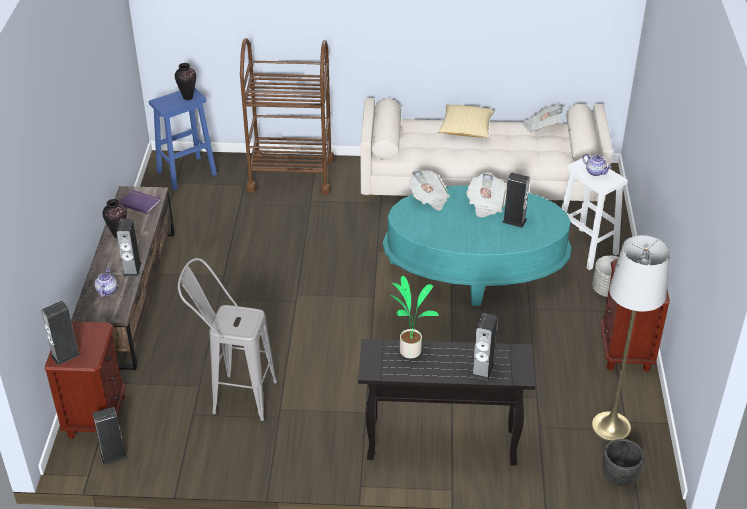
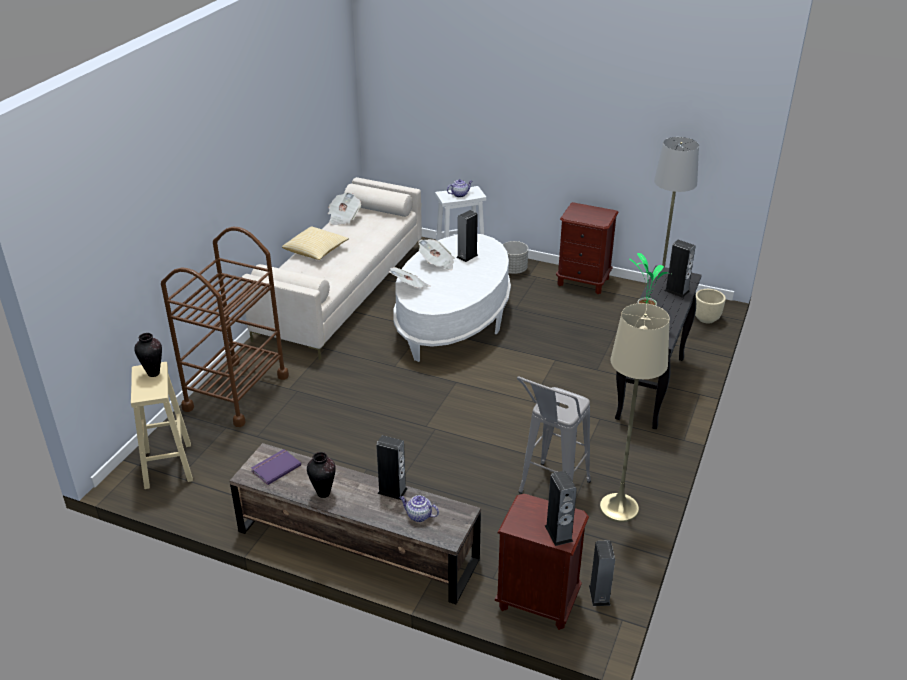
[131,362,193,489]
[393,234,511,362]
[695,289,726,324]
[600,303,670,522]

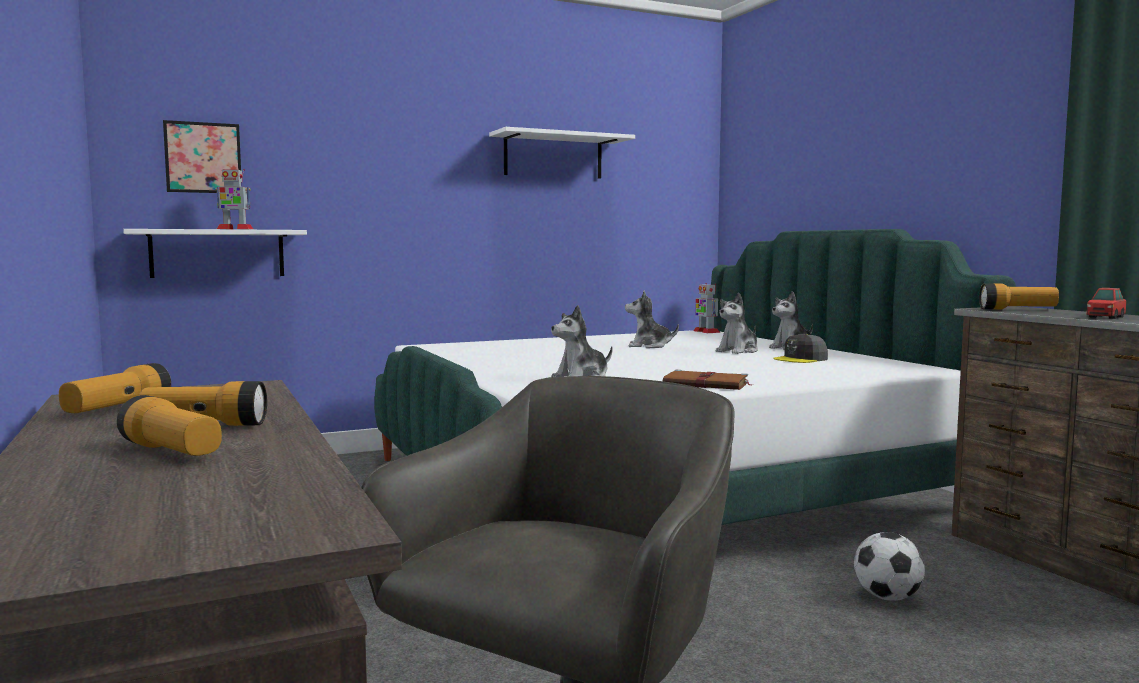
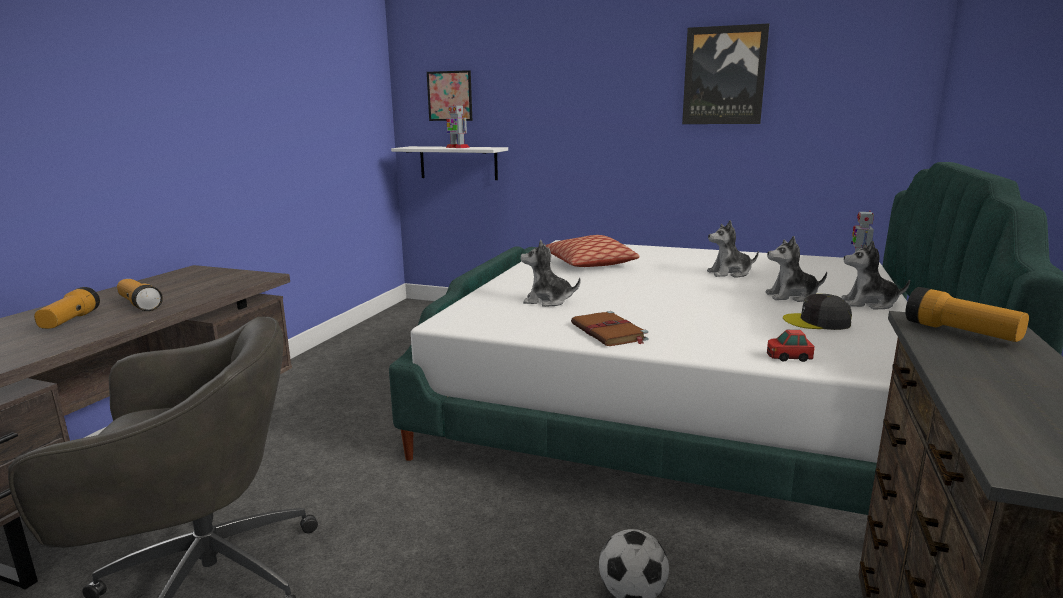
[59,363,171,413] (first image)
[682,23,769,124]
[707,220,759,278]
[767,330,815,362]
[546,235,640,267]

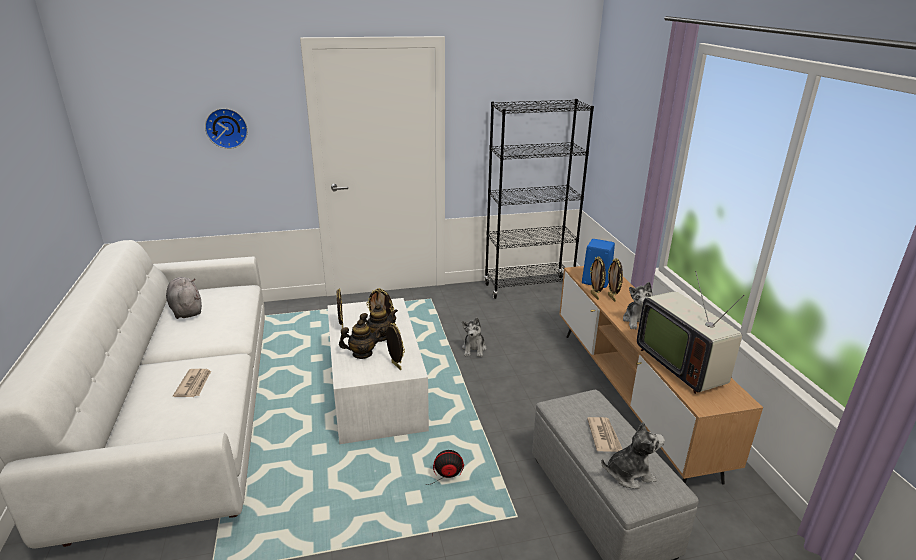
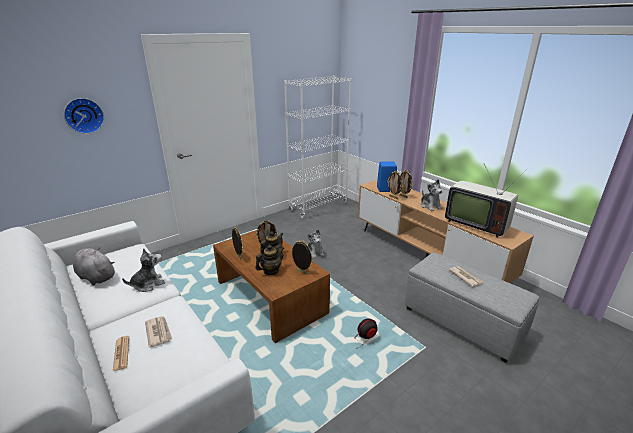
[213,230,330,343]
[284,76,352,218]
[122,248,165,292]
[113,336,129,371]

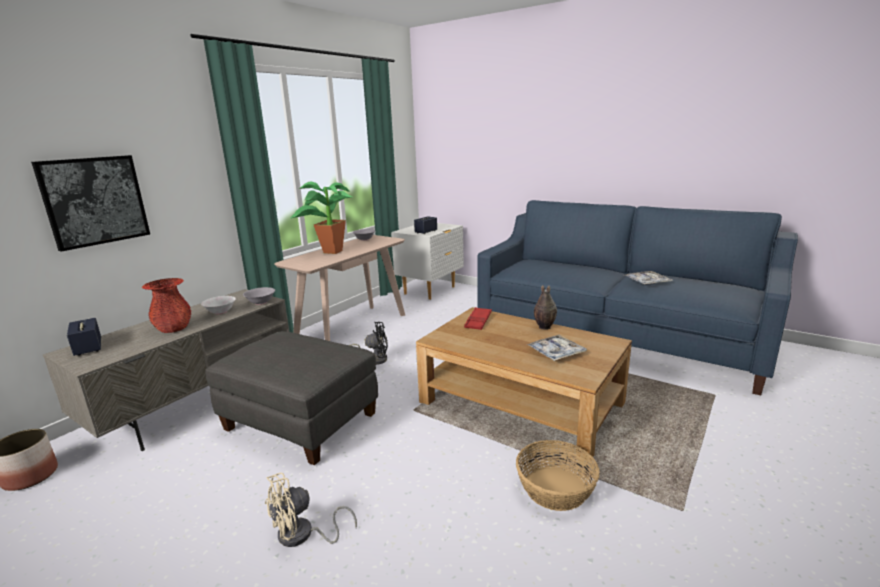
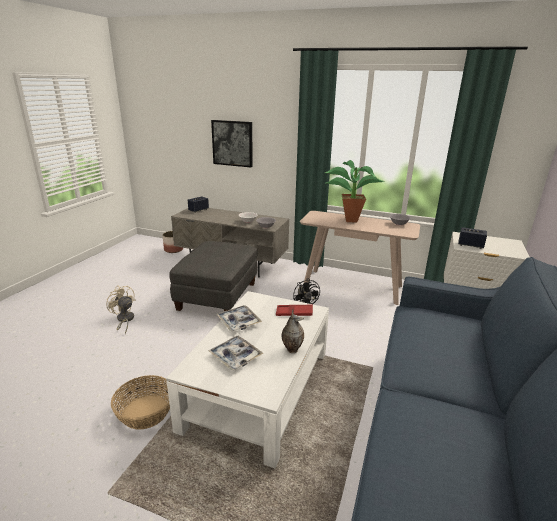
[142,278,191,333] (first image)
[166,291,329,468]
[217,305,262,331]

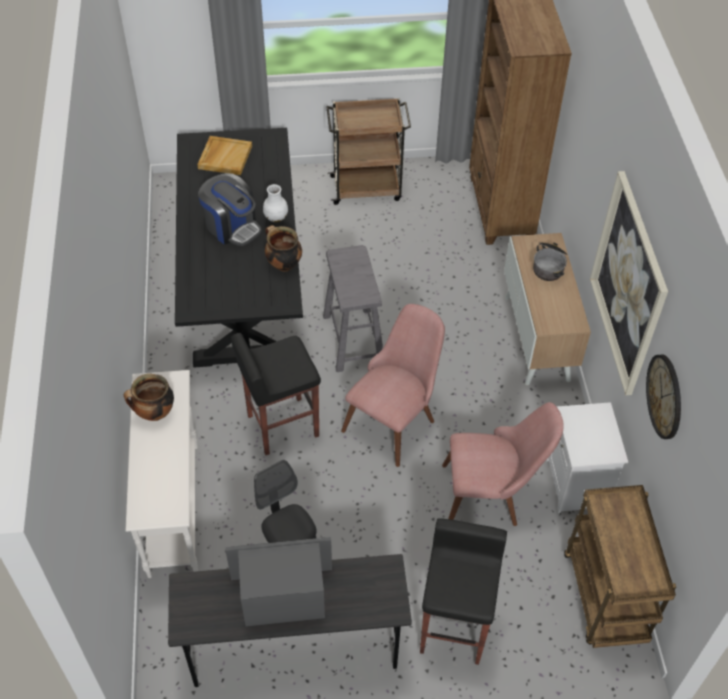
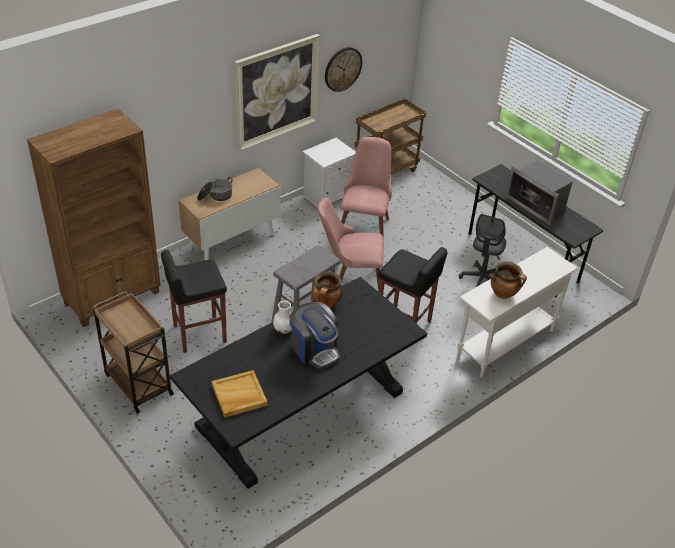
[289,302,340,369]
[161,250,227,353]
[341,137,392,237]

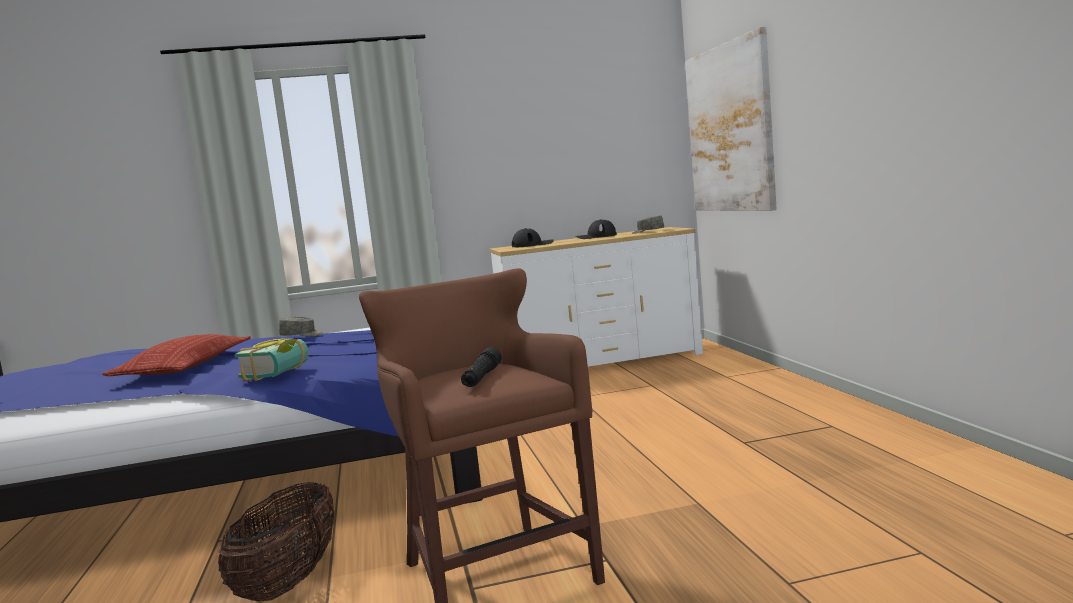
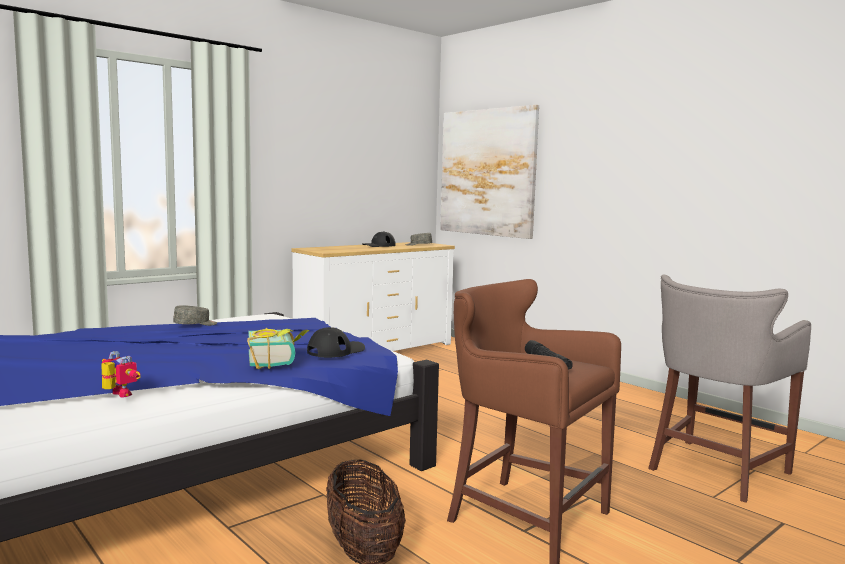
[102,334,251,376] (first image)
[307,327,365,358]
[102,351,141,398]
[648,274,811,503]

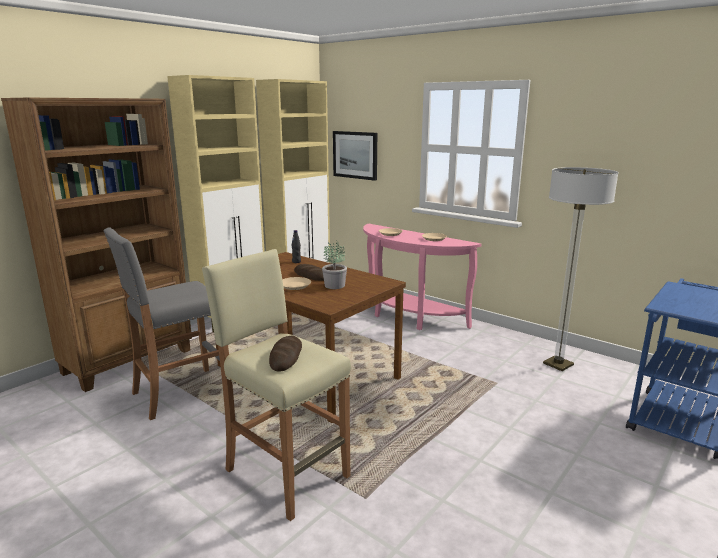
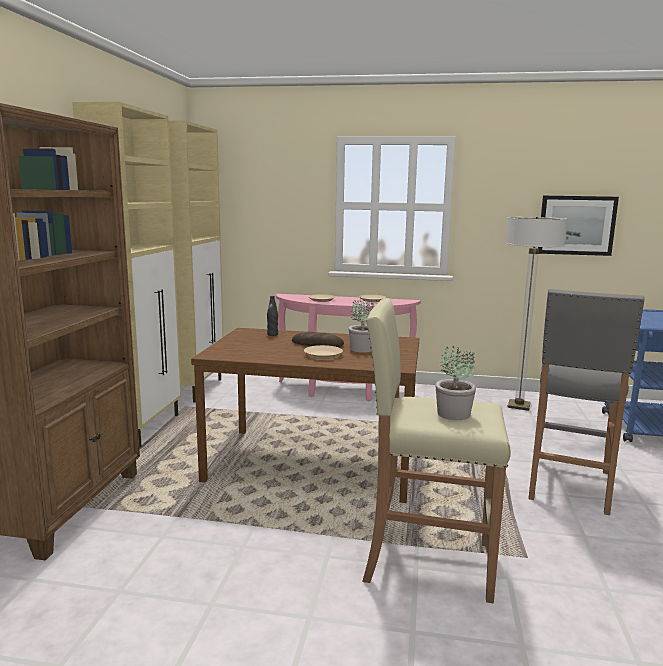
[528,289,645,515]
[435,346,476,420]
[538,196,619,256]

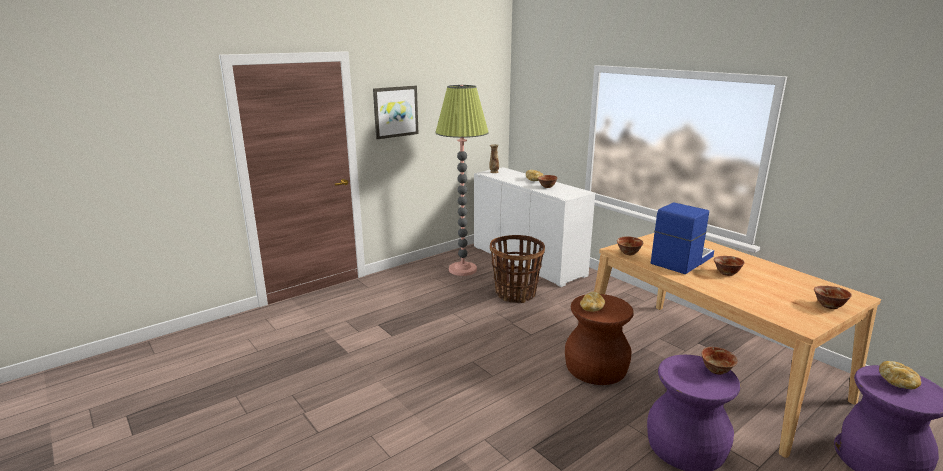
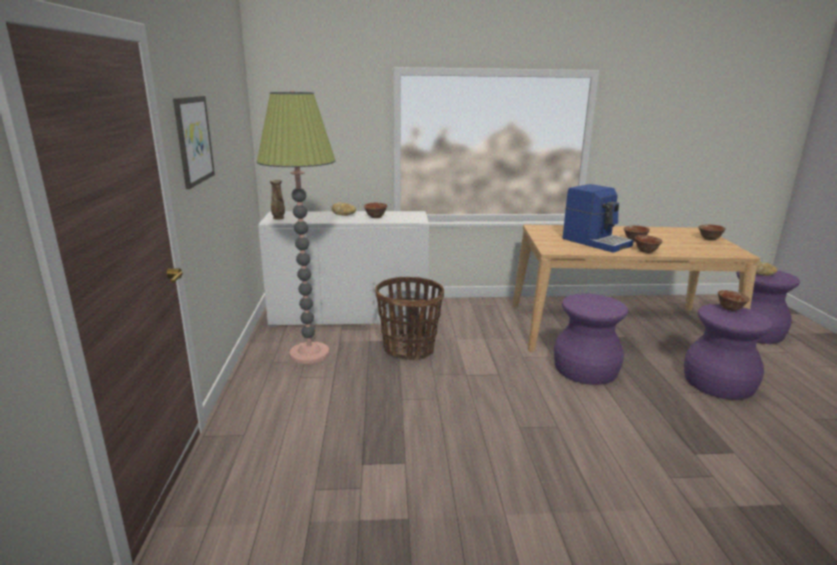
[554,294,628,385]
[580,292,605,312] (first image)
[635,235,663,253]
[563,184,634,253]

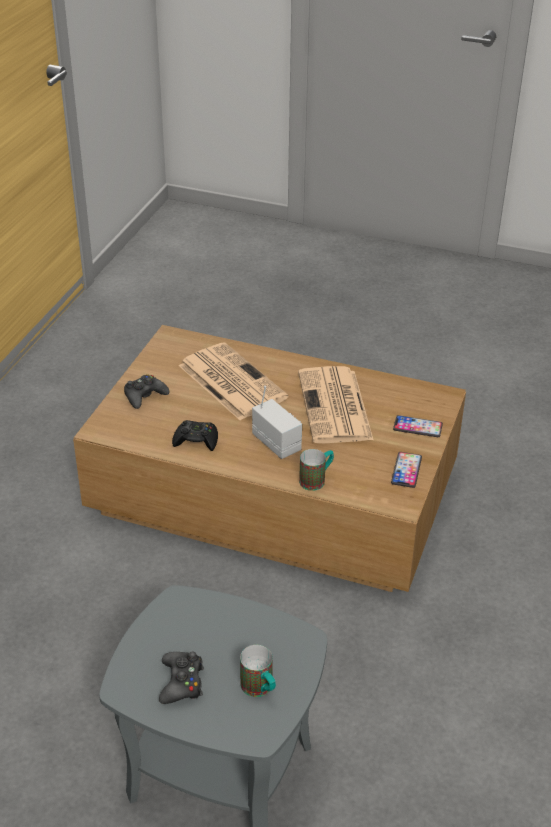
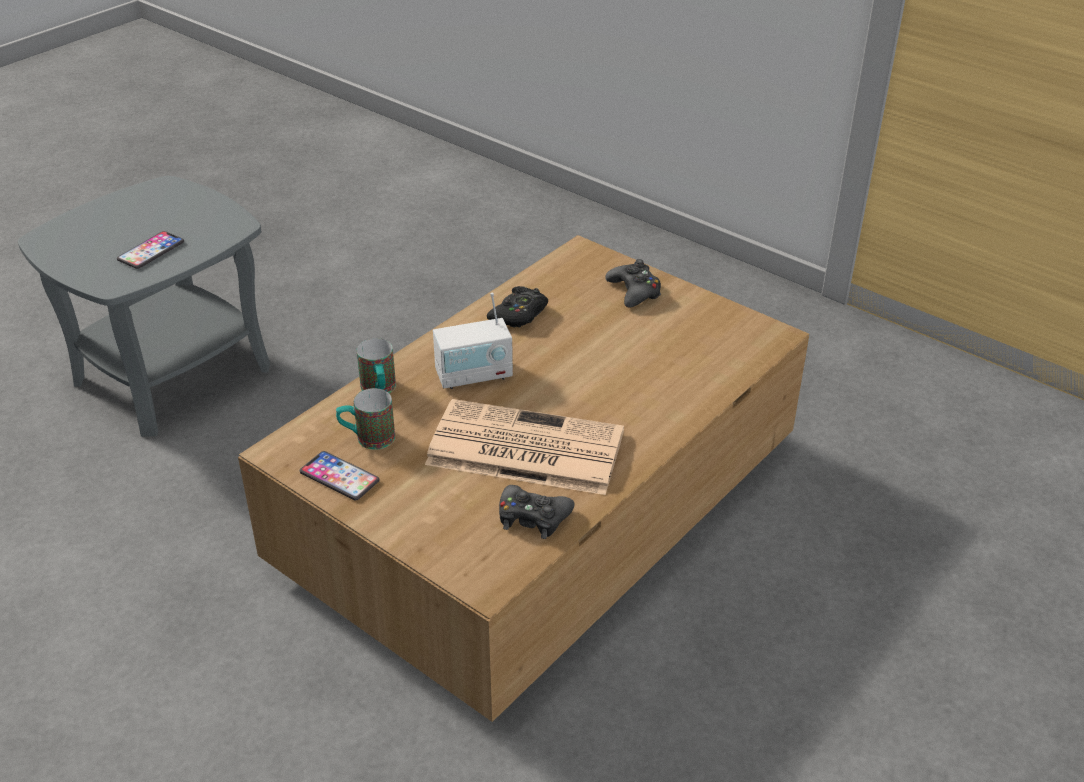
[499,485,575,539]
[179,342,288,420] (first image)
[336,388,395,450]
[117,231,184,269]

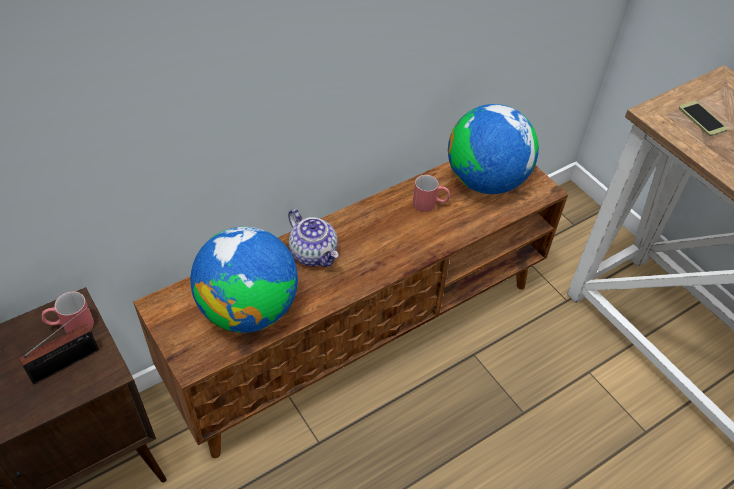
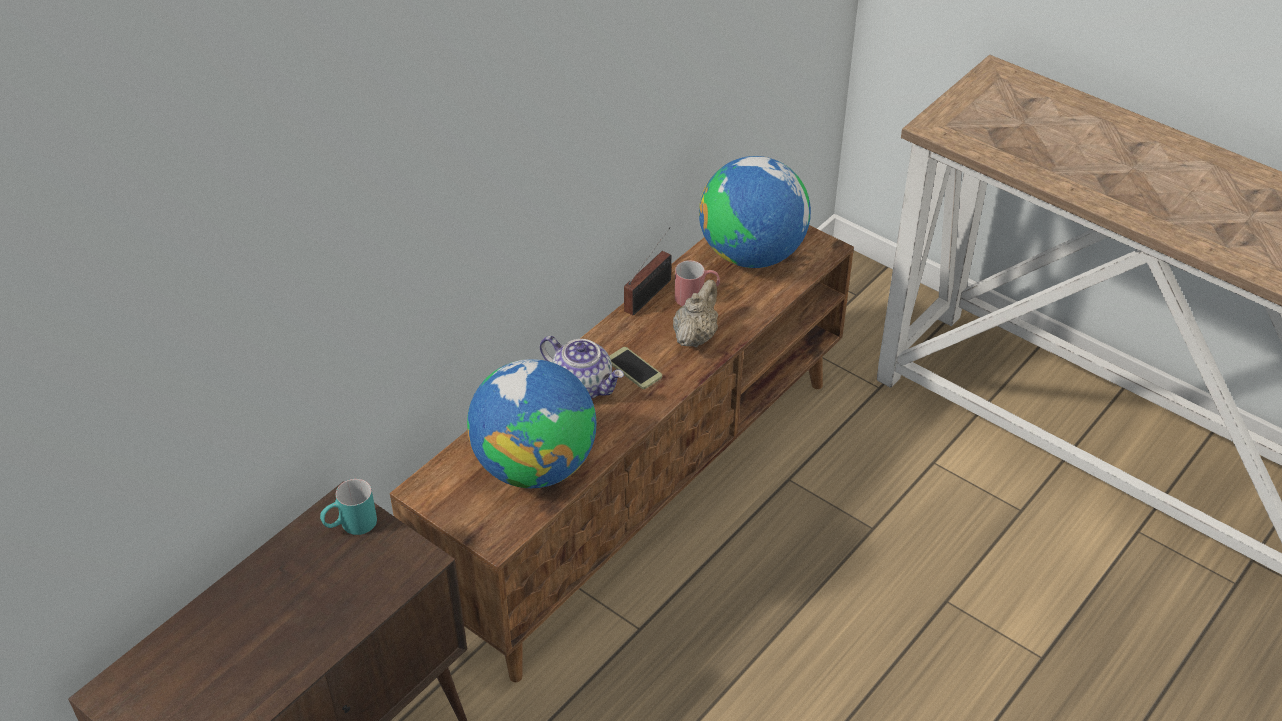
[624,227,672,316]
[320,479,377,535]
[609,347,662,389]
[673,280,718,347]

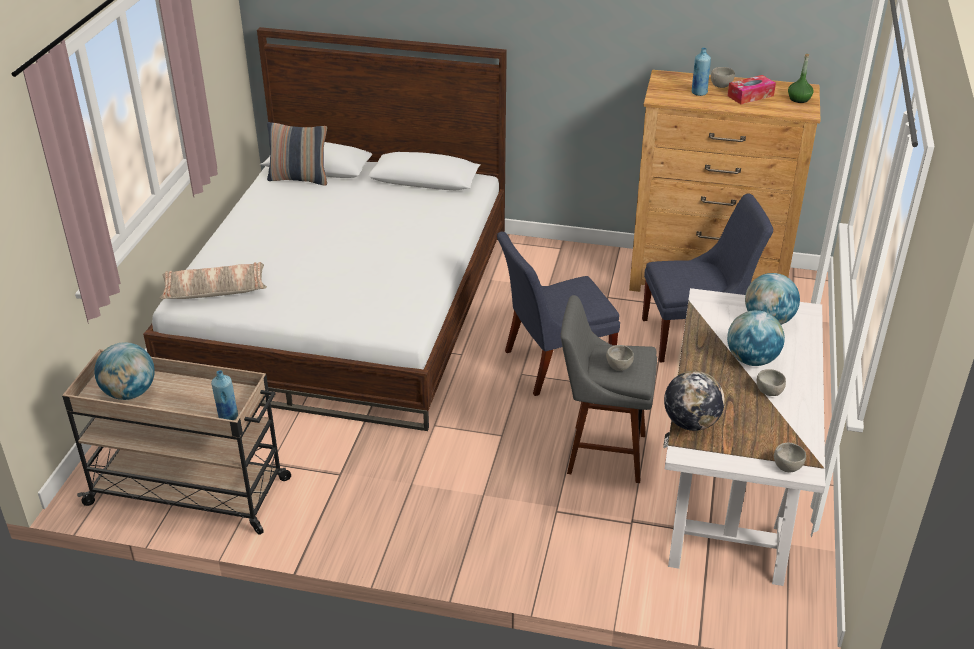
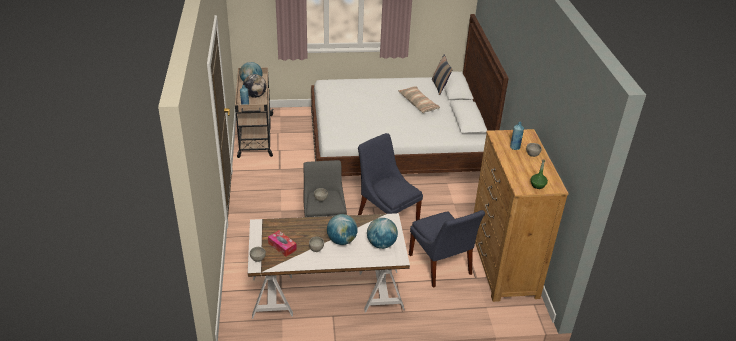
[398,86,440,113]
[243,74,267,98]
[268,230,297,257]

